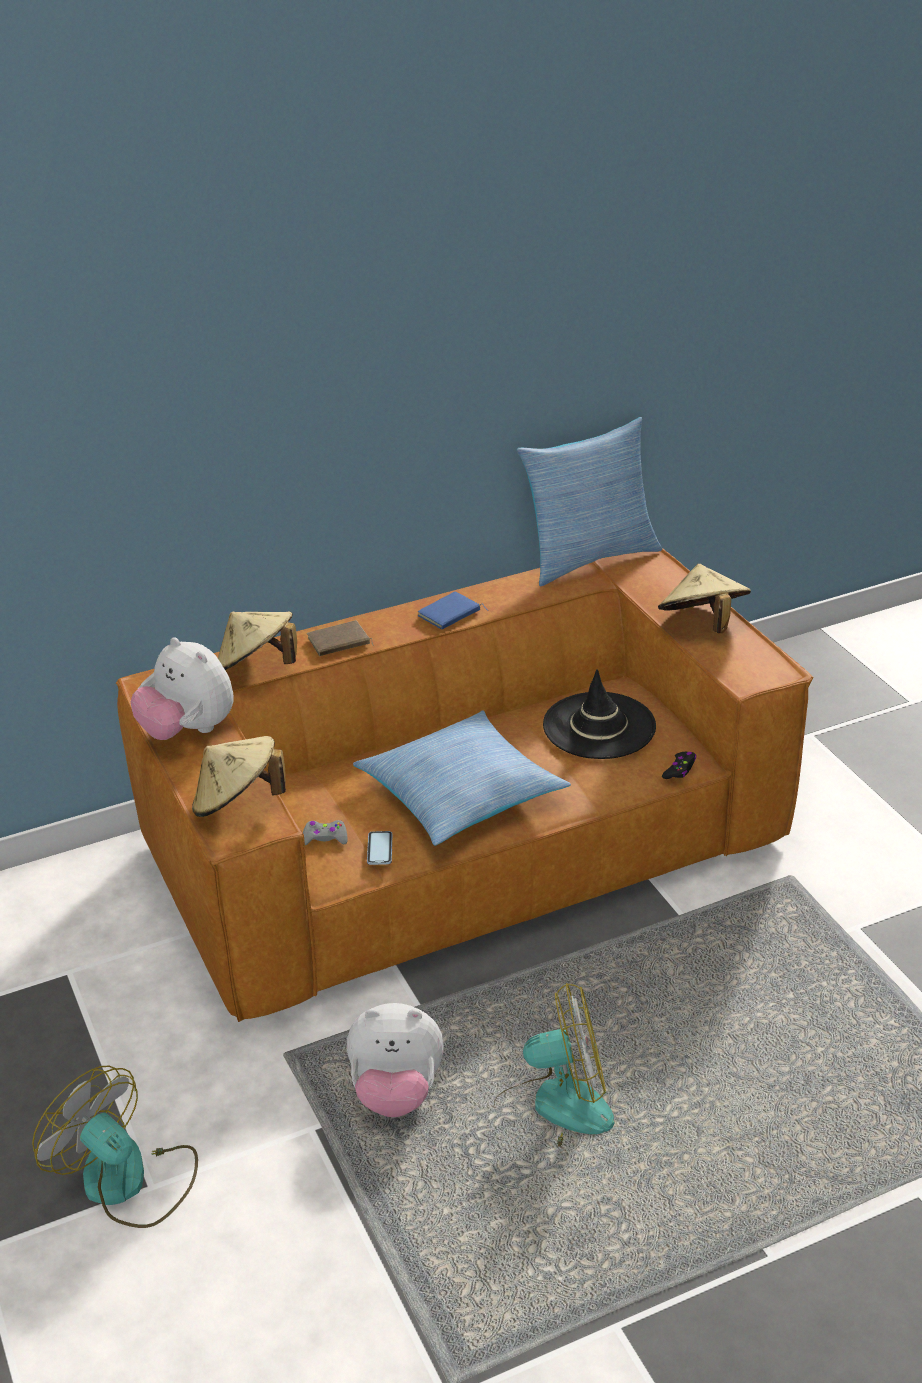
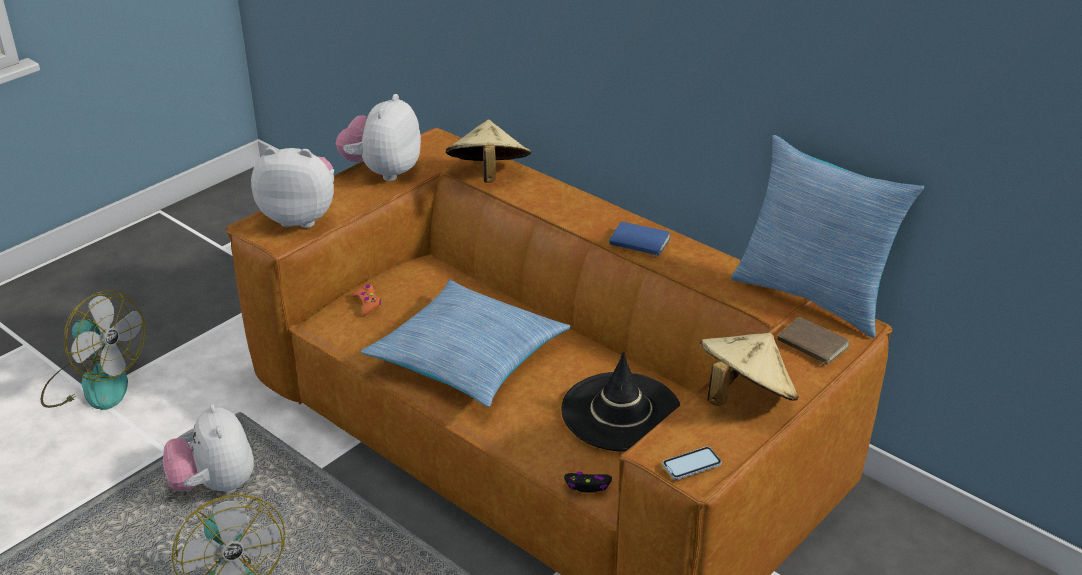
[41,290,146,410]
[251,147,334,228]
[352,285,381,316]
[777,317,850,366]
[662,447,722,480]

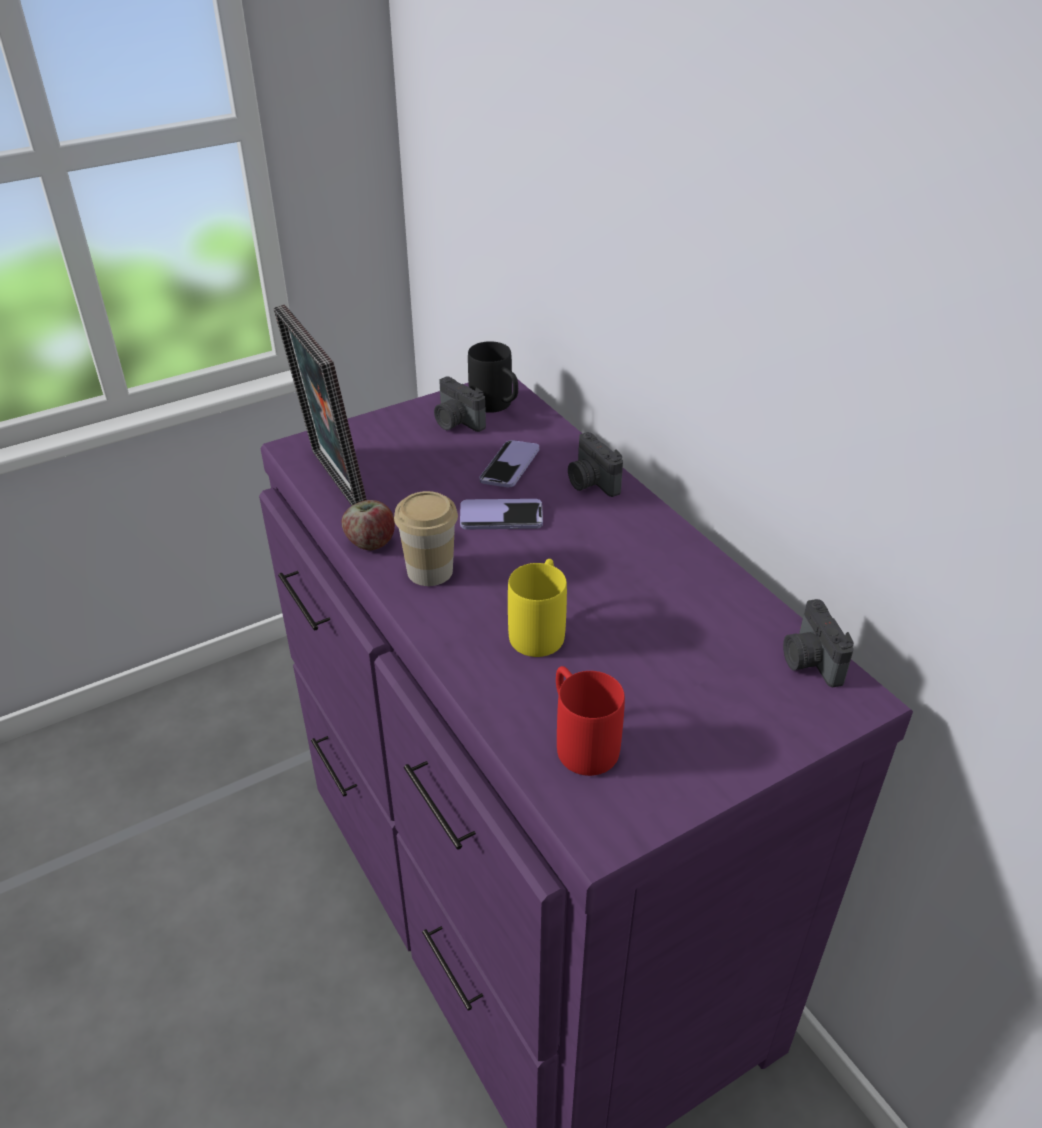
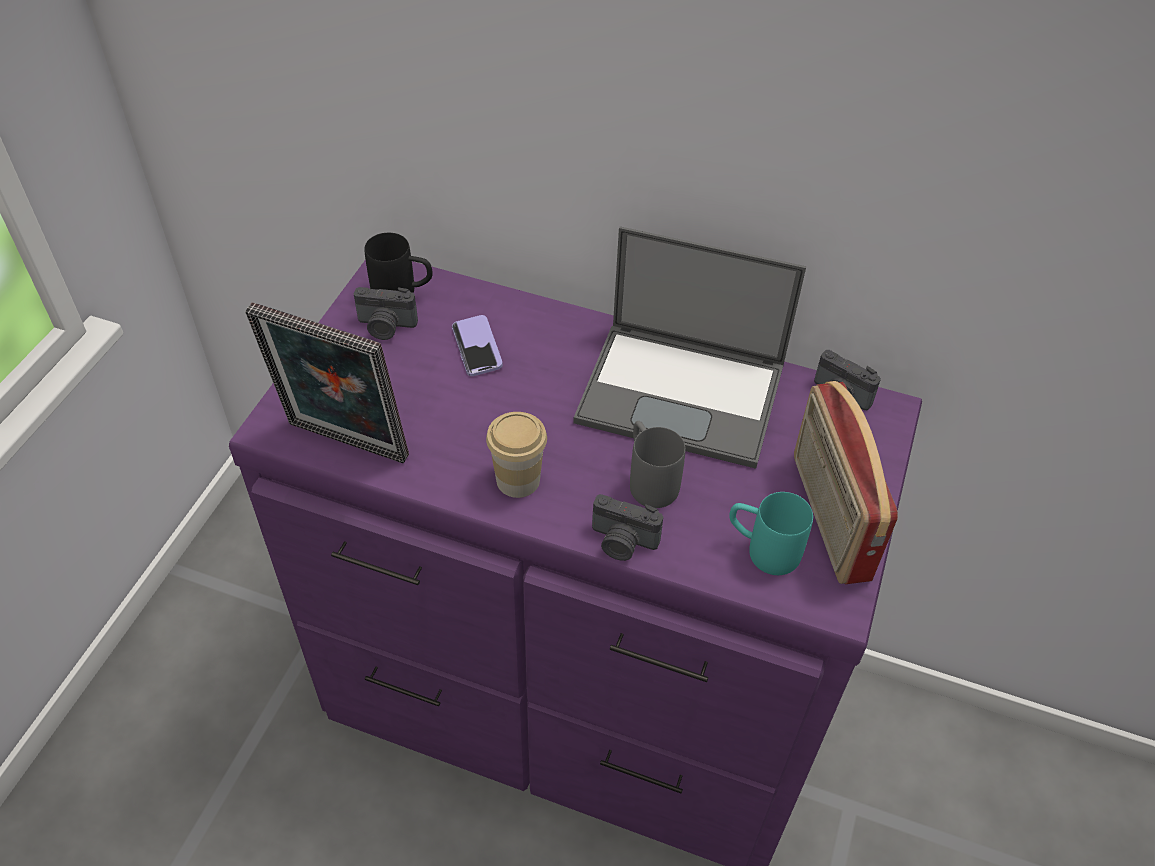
[341,500,395,550] (first image)
[460,499,543,529] (first image)
[630,421,685,508]
[729,492,813,575]
[592,494,663,561]
[574,226,806,469]
[794,381,898,584]

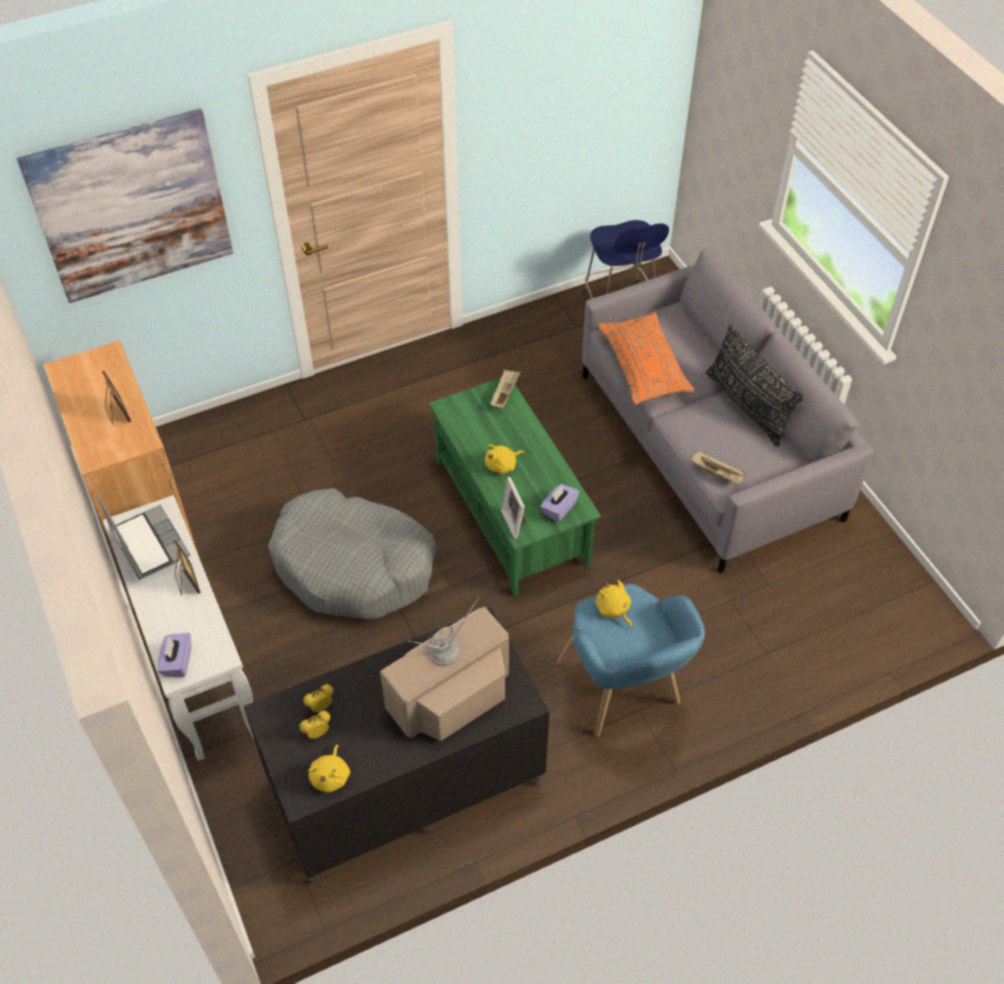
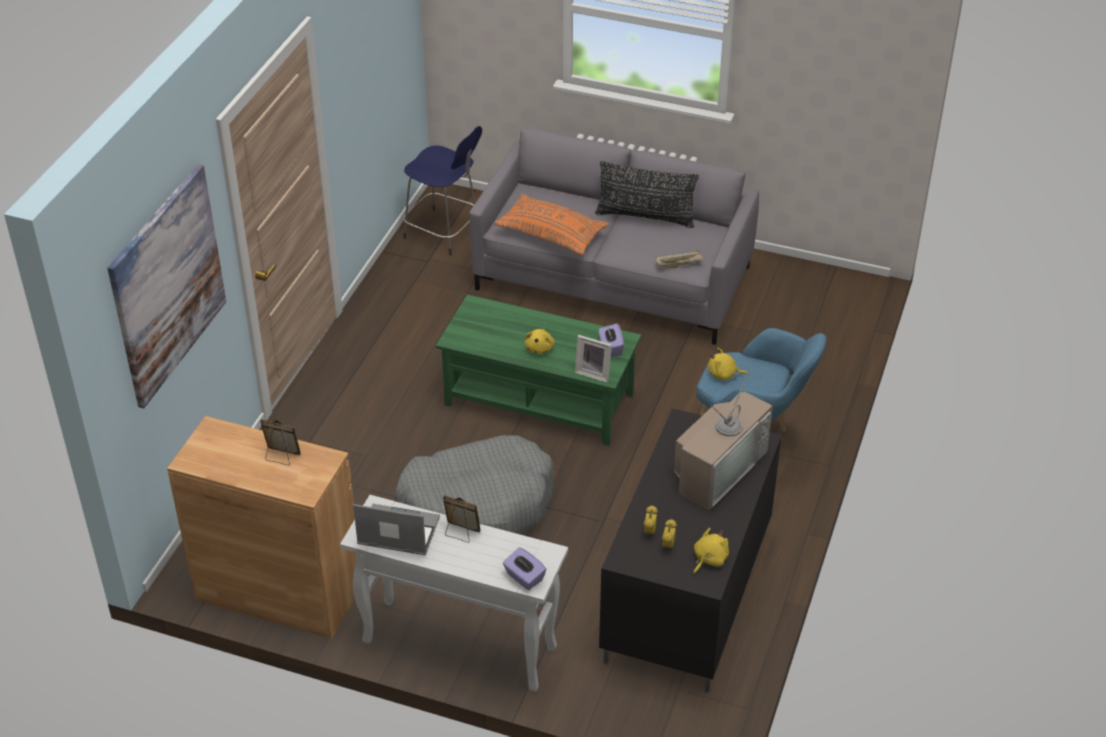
[693,528,729,574]
[674,368,773,510]
[490,369,520,408] (first image)

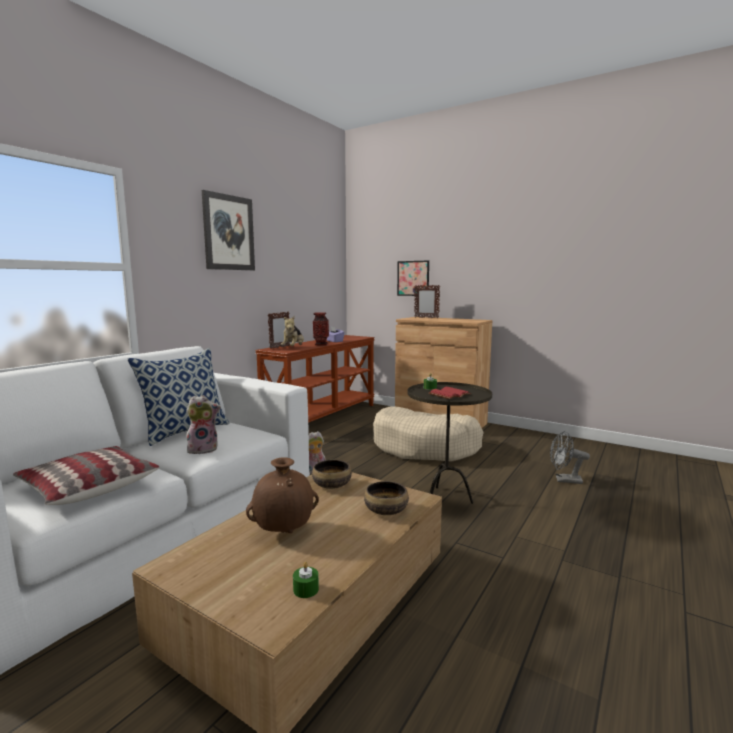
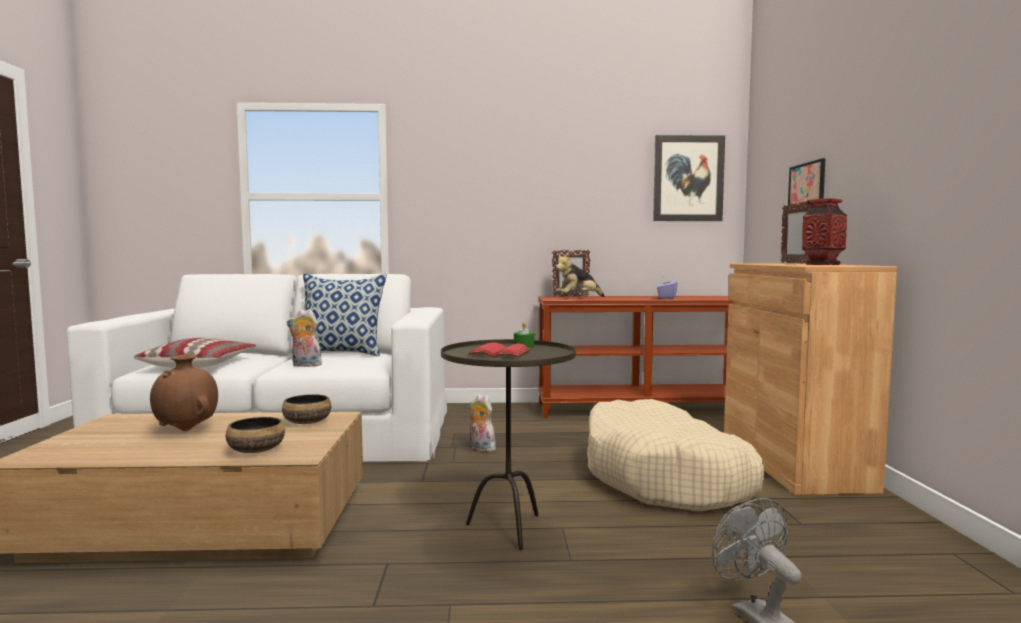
[287,309,322,367]
[653,135,725,221]
[293,562,319,598] (first image)
[802,198,847,265]

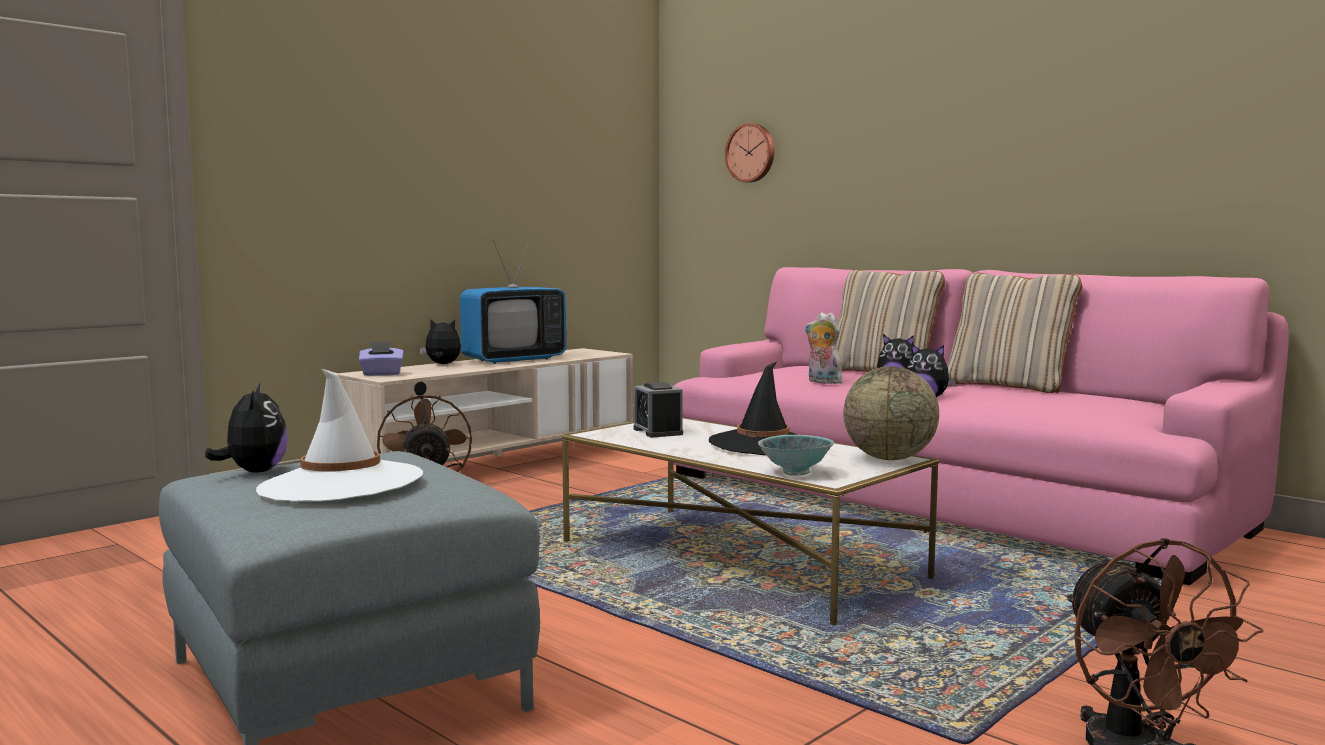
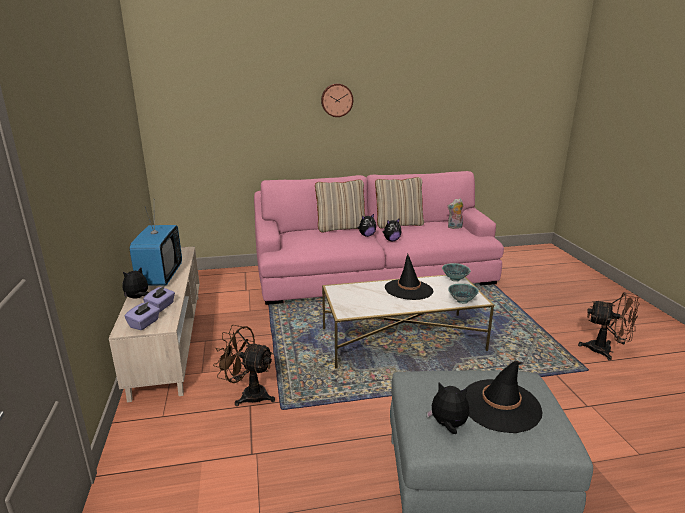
[465,361,543,433]
[634,382,683,437] (first image)
[321,83,353,117]
[448,198,463,229]
[442,263,471,282]
[143,286,175,312]

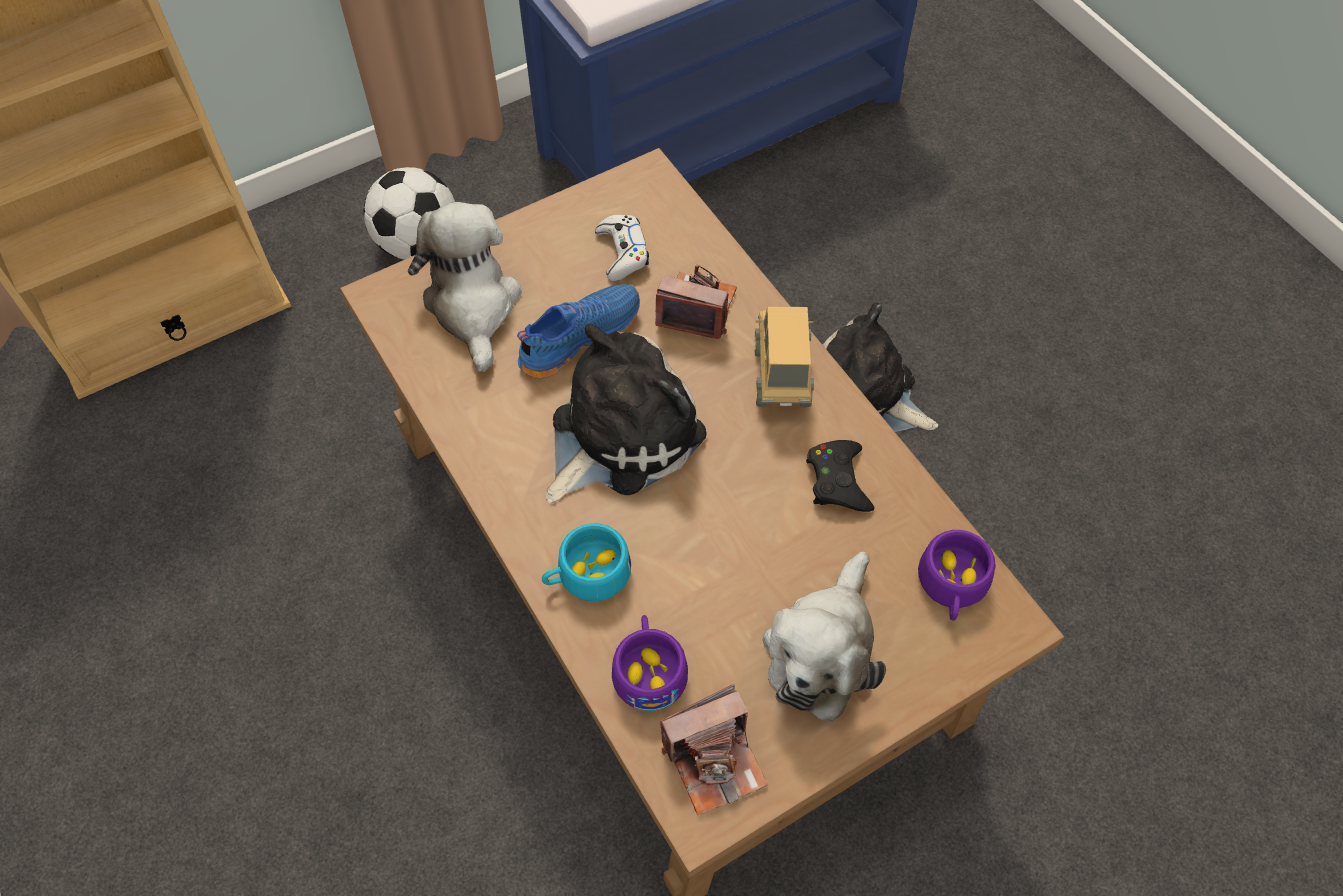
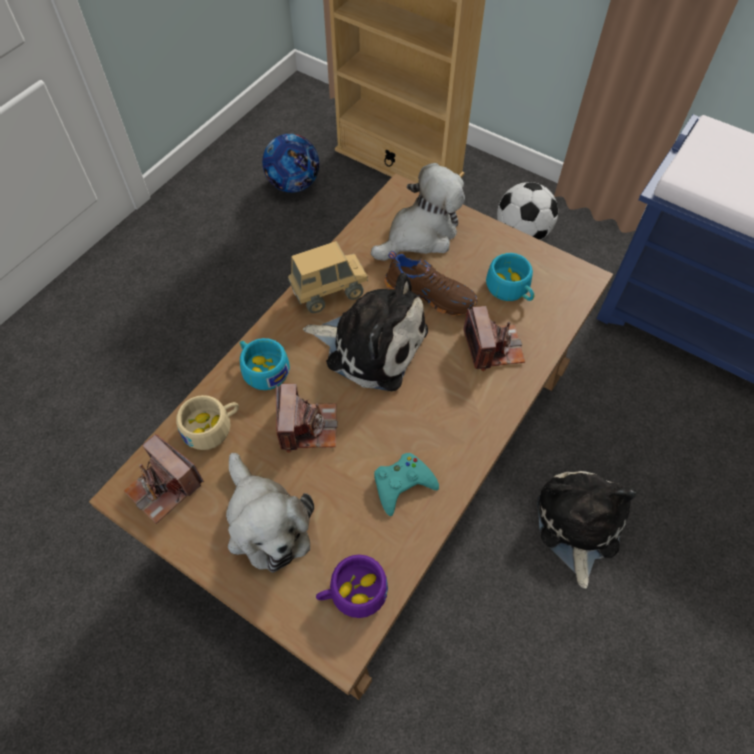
[385,251,478,315]
[486,253,534,301]
[176,395,239,450]
[288,241,368,313]
[226,453,314,573]
[374,453,439,516]
[262,134,319,193]
[276,384,338,453]

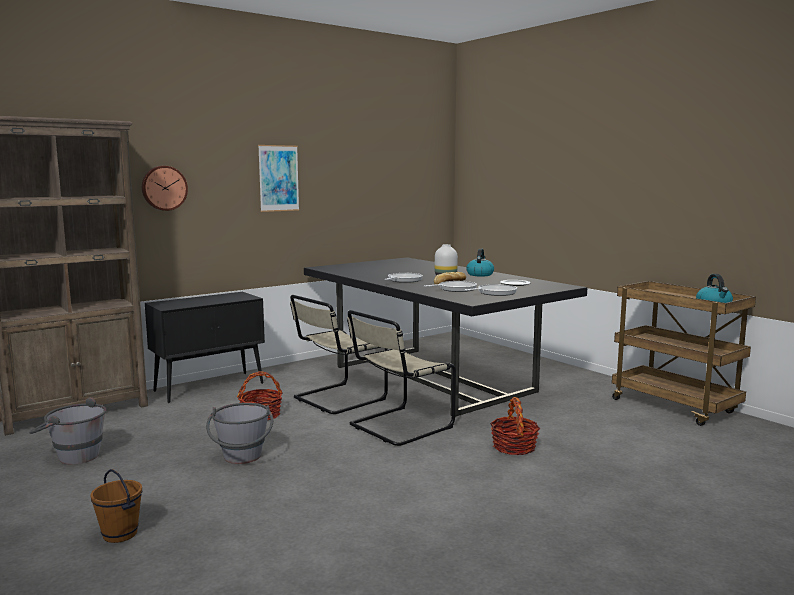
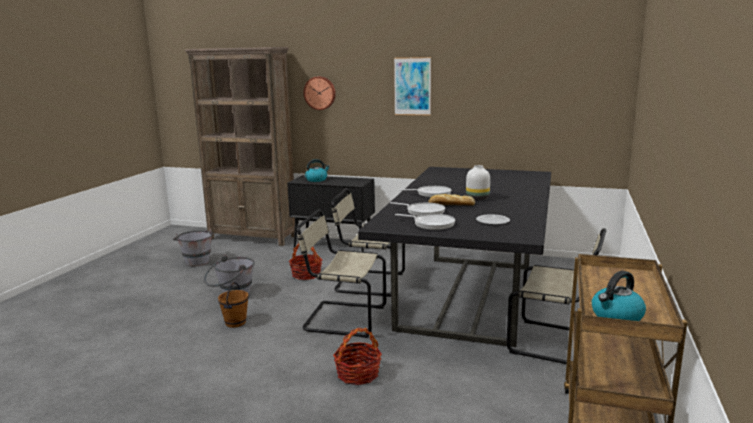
[218,282,249,328]
[305,159,330,182]
[506,228,606,364]

